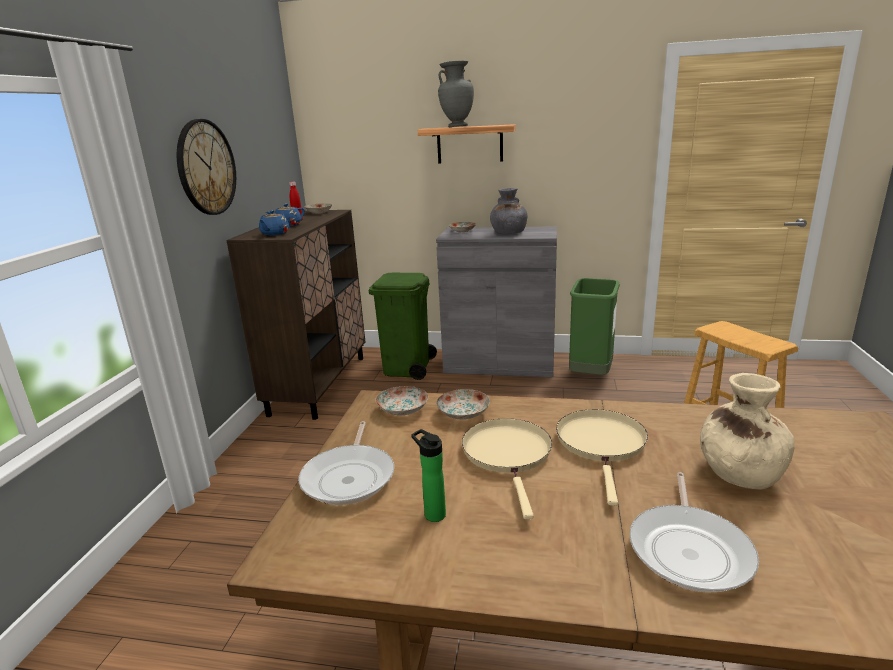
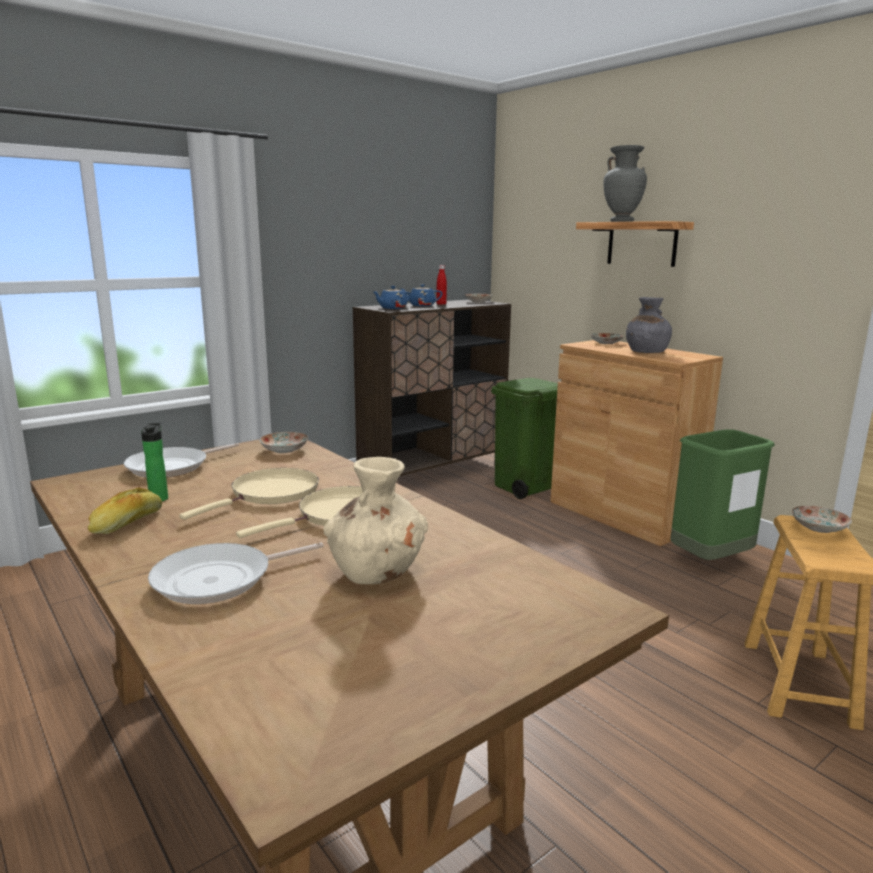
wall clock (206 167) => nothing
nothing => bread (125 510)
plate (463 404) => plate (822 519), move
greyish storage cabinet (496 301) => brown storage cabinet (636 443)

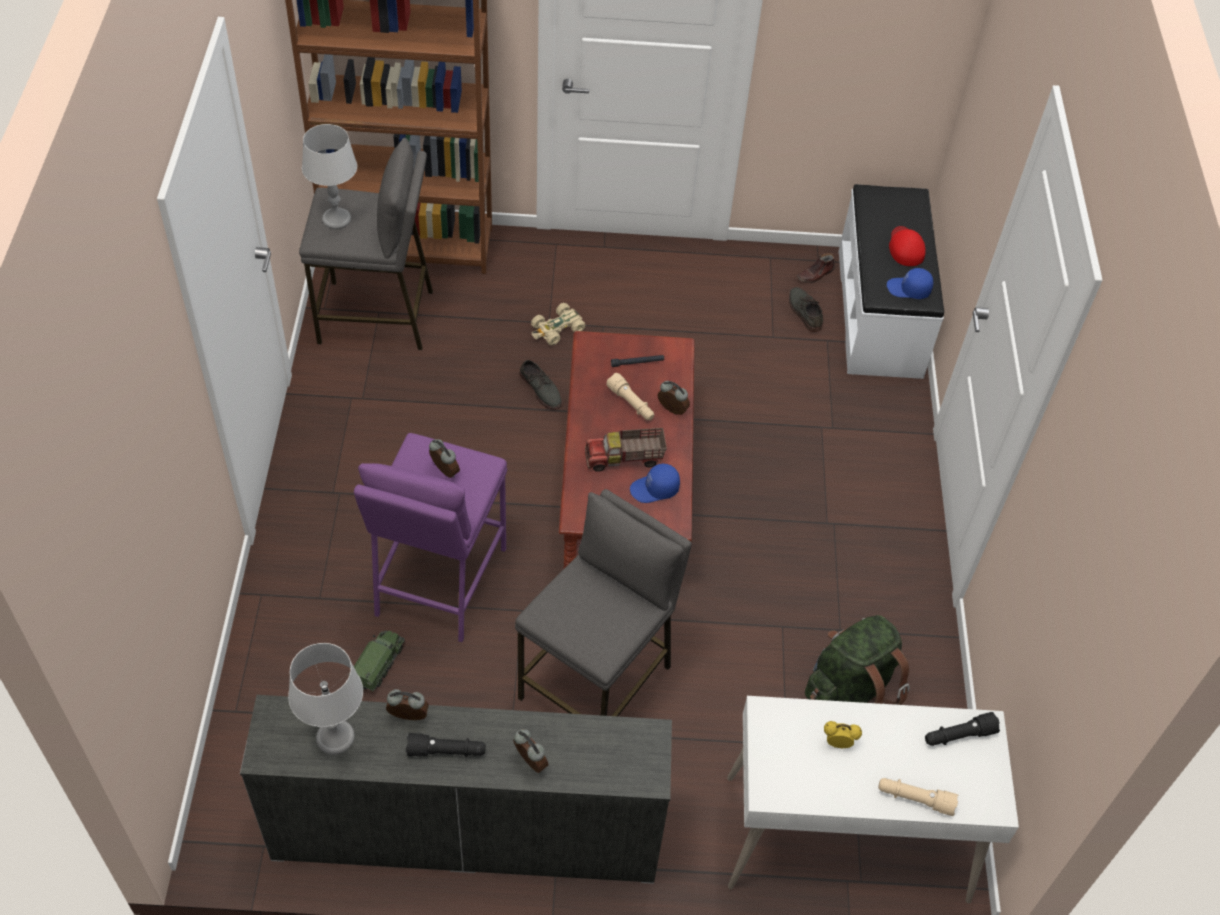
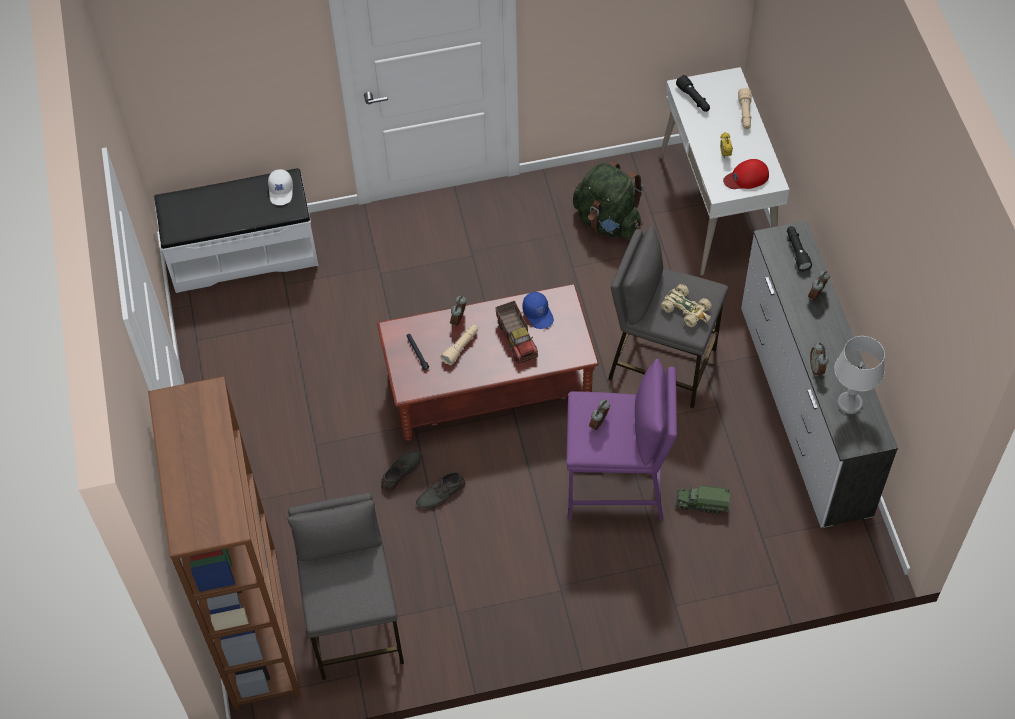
greyish tabletop lamp (329 176) => nothing
brown shoe (816 268) => nothing
blackish torch (446 745) => blackish torch (799 248), move
sand-coloured model car (558 324) => sand-coloured model car (686 305), move
greyish shoe (806 309) => greyish shoe (440 491), move
reddish cap (907 246) => reddish cap (746 174), move
bluish cap (910 283) => white cap (280 187)

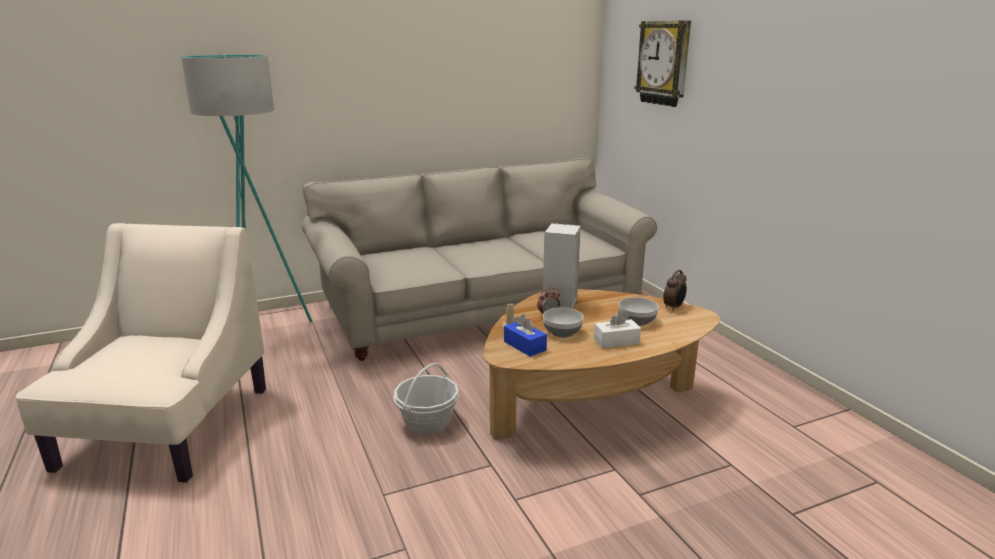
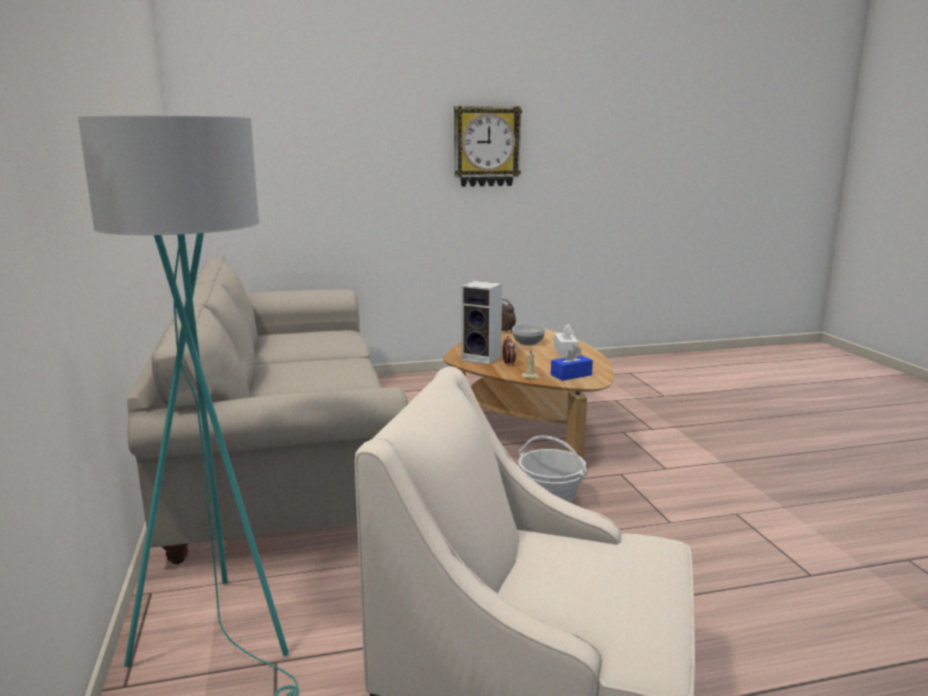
bowl (563 322) => nothing
wall clock (663 64) => wall clock (488 146), move

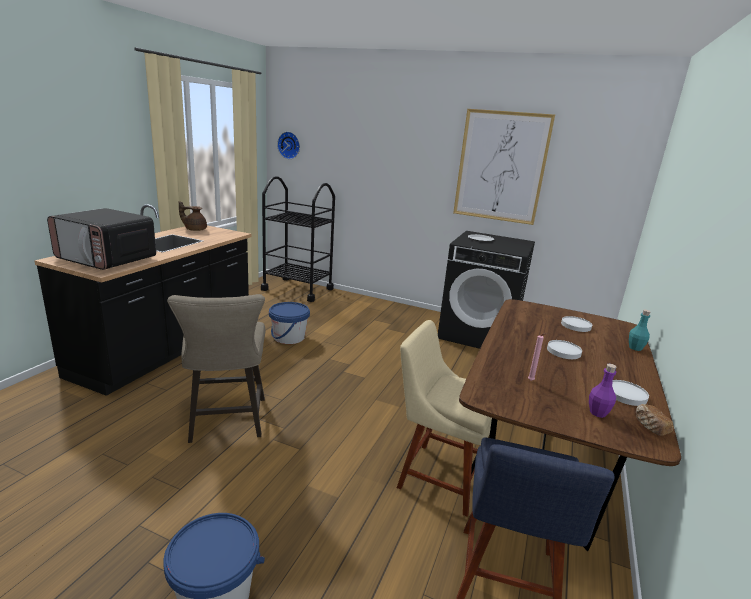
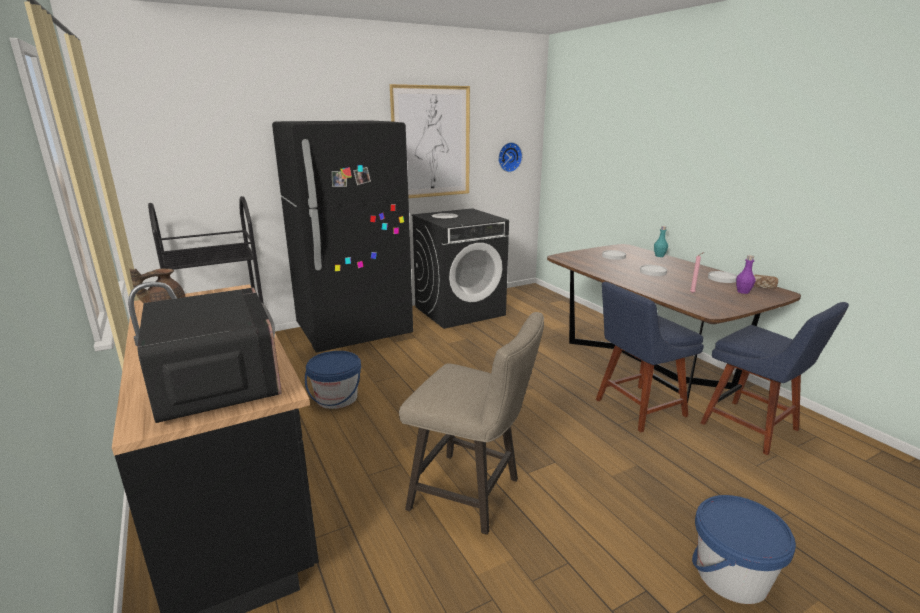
nothing => blackish refrigerator (342 236)
wall clock (288 145) => wall clock (510 157), move
sand-coloured upright chair (444 418) => bluish upright chair (650 357)
microwave oven (101 239) => microwave oven (209 355), 90 degrees counterclockwise

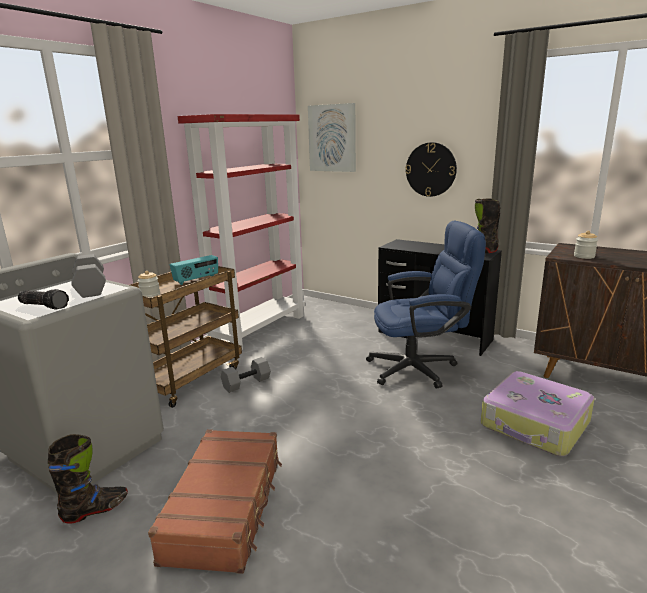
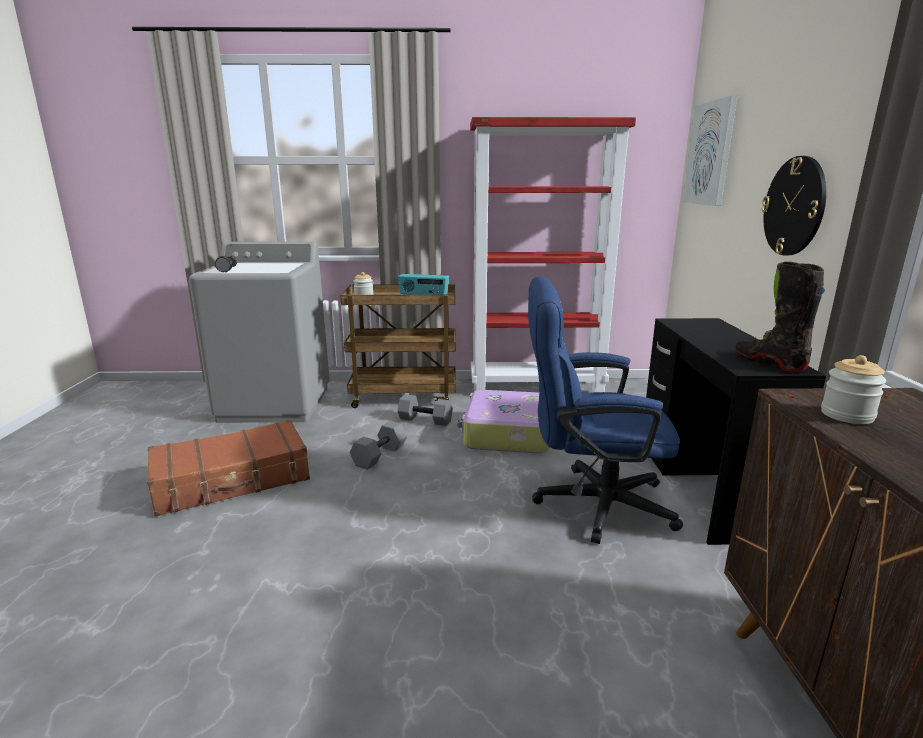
blackish high-top boot (88 479) => nothing
greyish hand weight (89 276) => greyish hand weight (378 445), move
suitcase (538 413) => suitcase (503 422), move
bluish computer chair (426 304) => bluish computer chair (605 410), 135 degrees clockwise

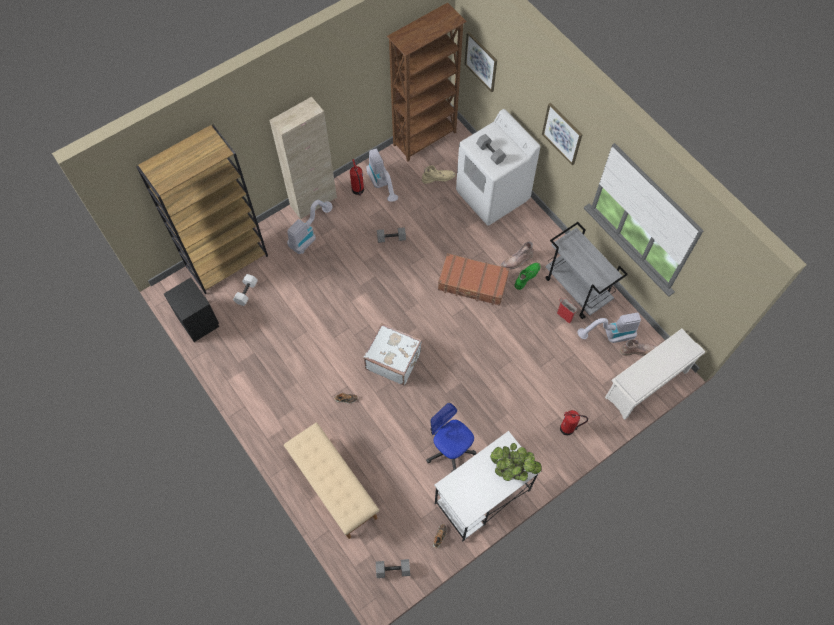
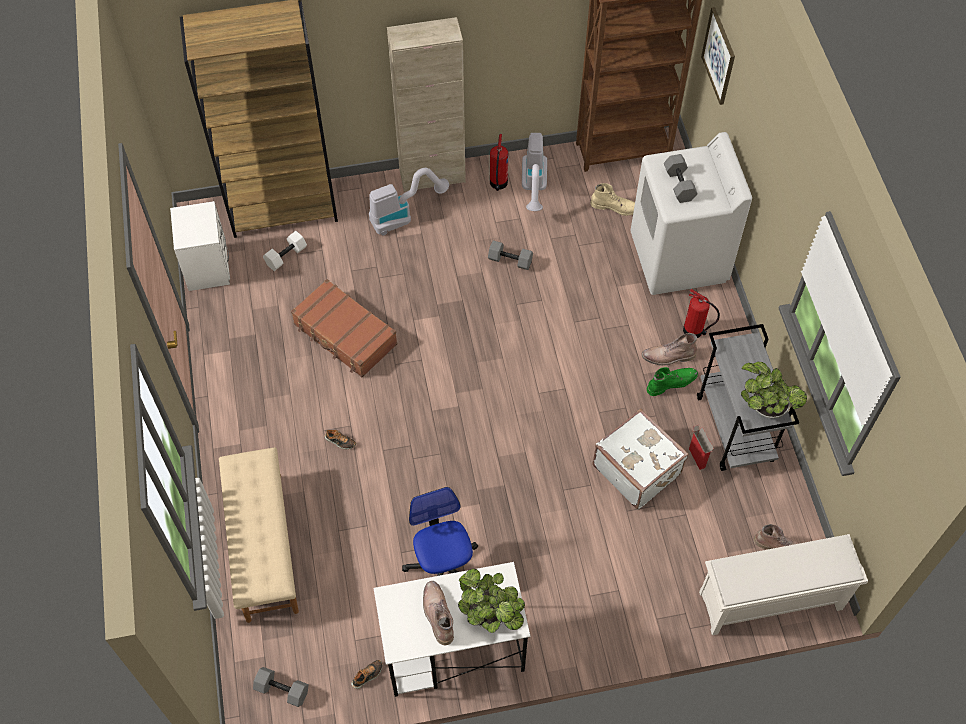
wall art (562 134) => nothing
vacuum (609 328) => nothing
nothing => brown high-top boot (438 613)
nothing => houseplant (774 390)
white suitcase (392 354) => white suitcase (640 459), move
brown suitcase (474 279) => brown suitcase (344 328), move
fire-fighting cylinder (574 423) => fire-fighting cylinder (701 313), move
blackish bedside table (191 310) => white bedside table (200 246)

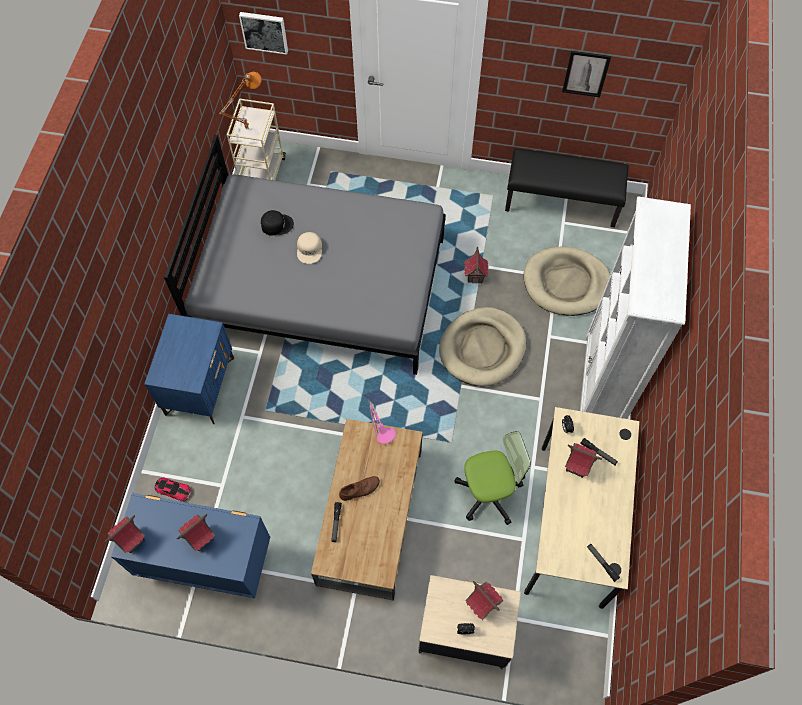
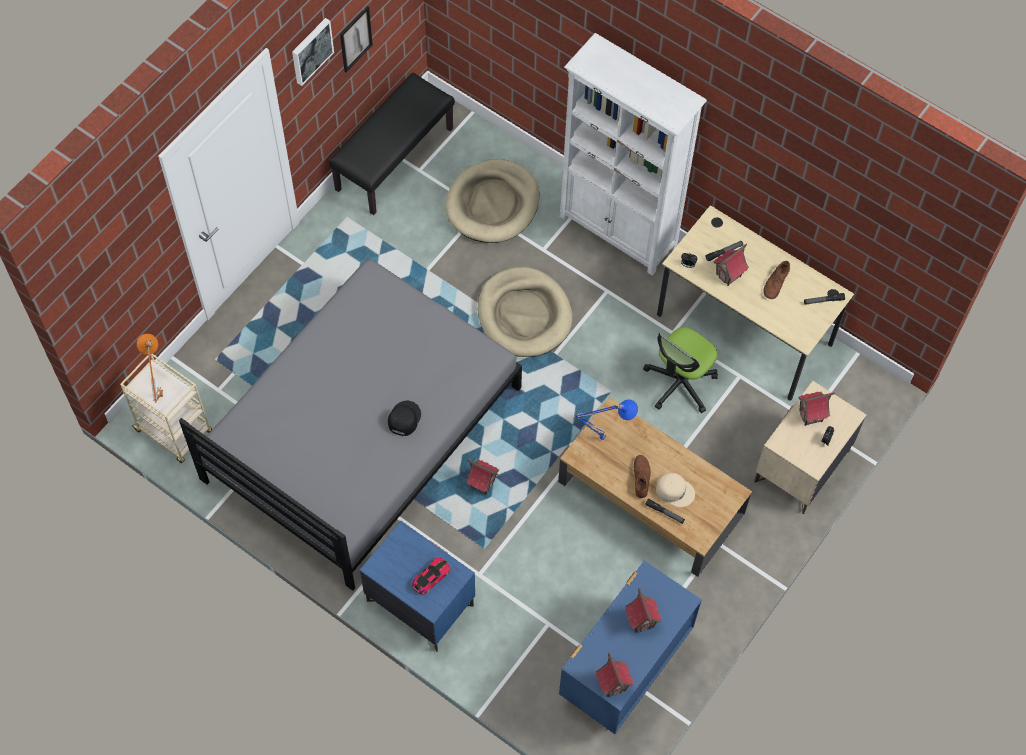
nothing => brown shoe (777 280)
model car (173 490) => model car (431 576), move
wall art (263 33) => wall art (313 52), move
blackish cap (277 222) => blackish cap (404 418), move
sand-coloured cap (309 248) => sand-coloured cap (675 490), move
miniature house (476 265) => miniature house (482 477), move
pink tabletop lamp (382 423) => bluish tabletop lamp (606 419)
computer chair (492 478) => computer chair (680 370), 150 degrees counterclockwise

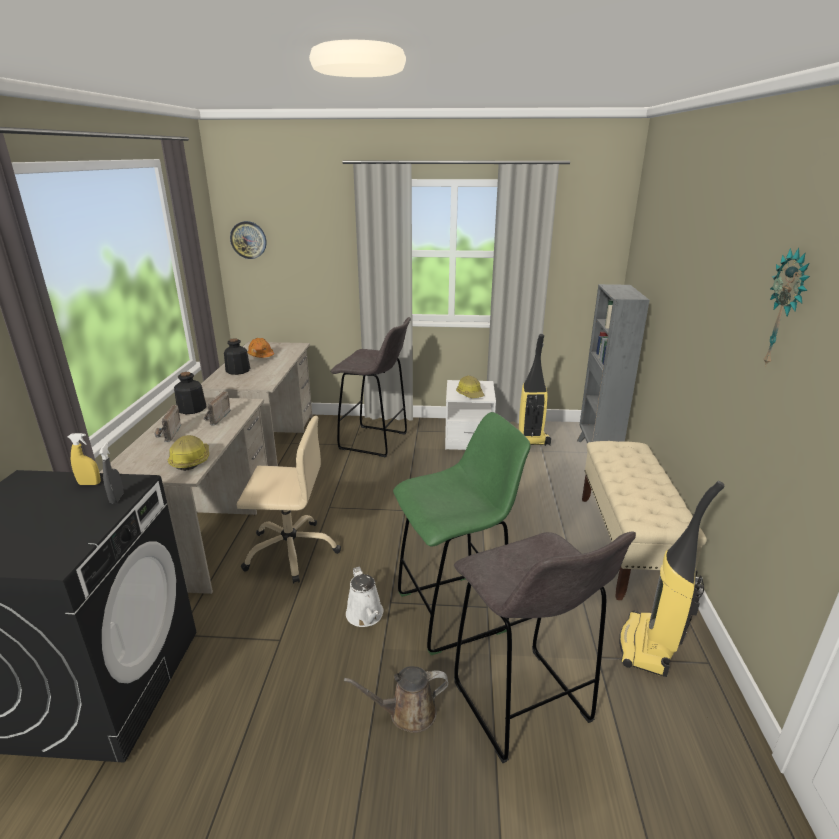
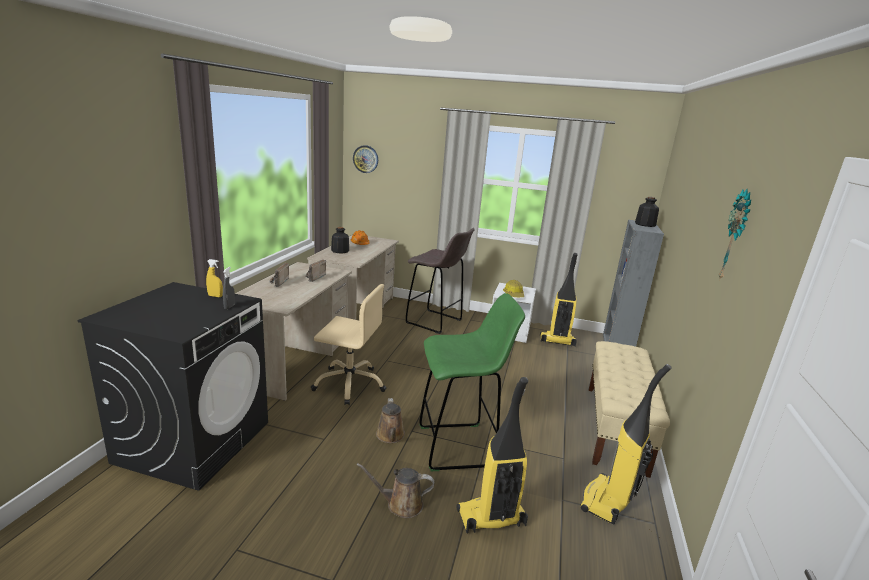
work helmet (188 453) => nothing
drink bottle (190 393) => drink bottle (647 212), move
greyish stool (545 647) => vacuum (492 455)
white watering pot (364 597) => brown watering pot (390 420)

